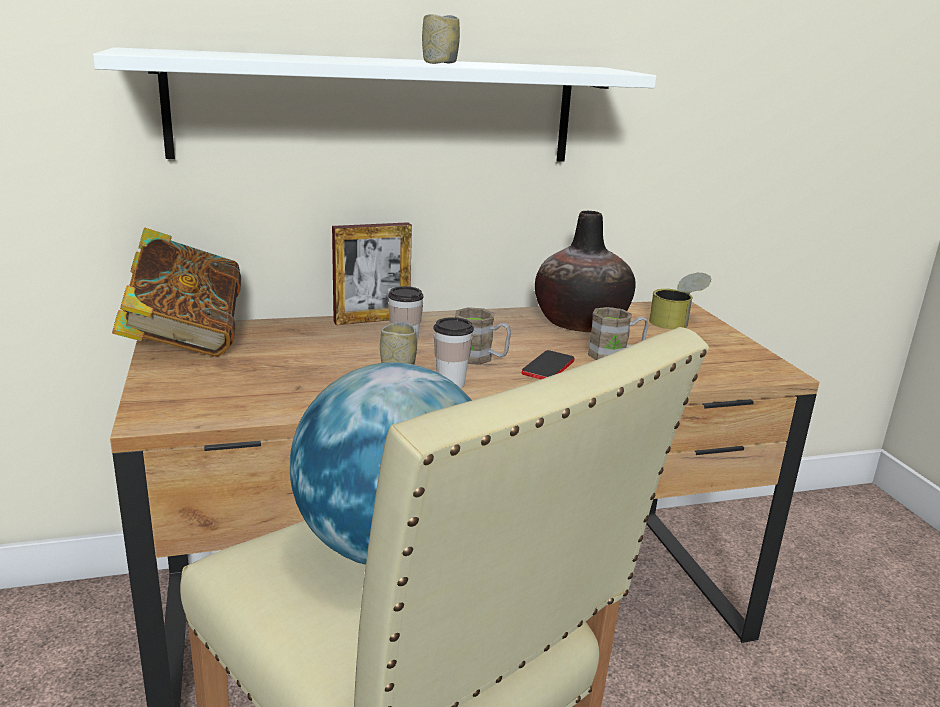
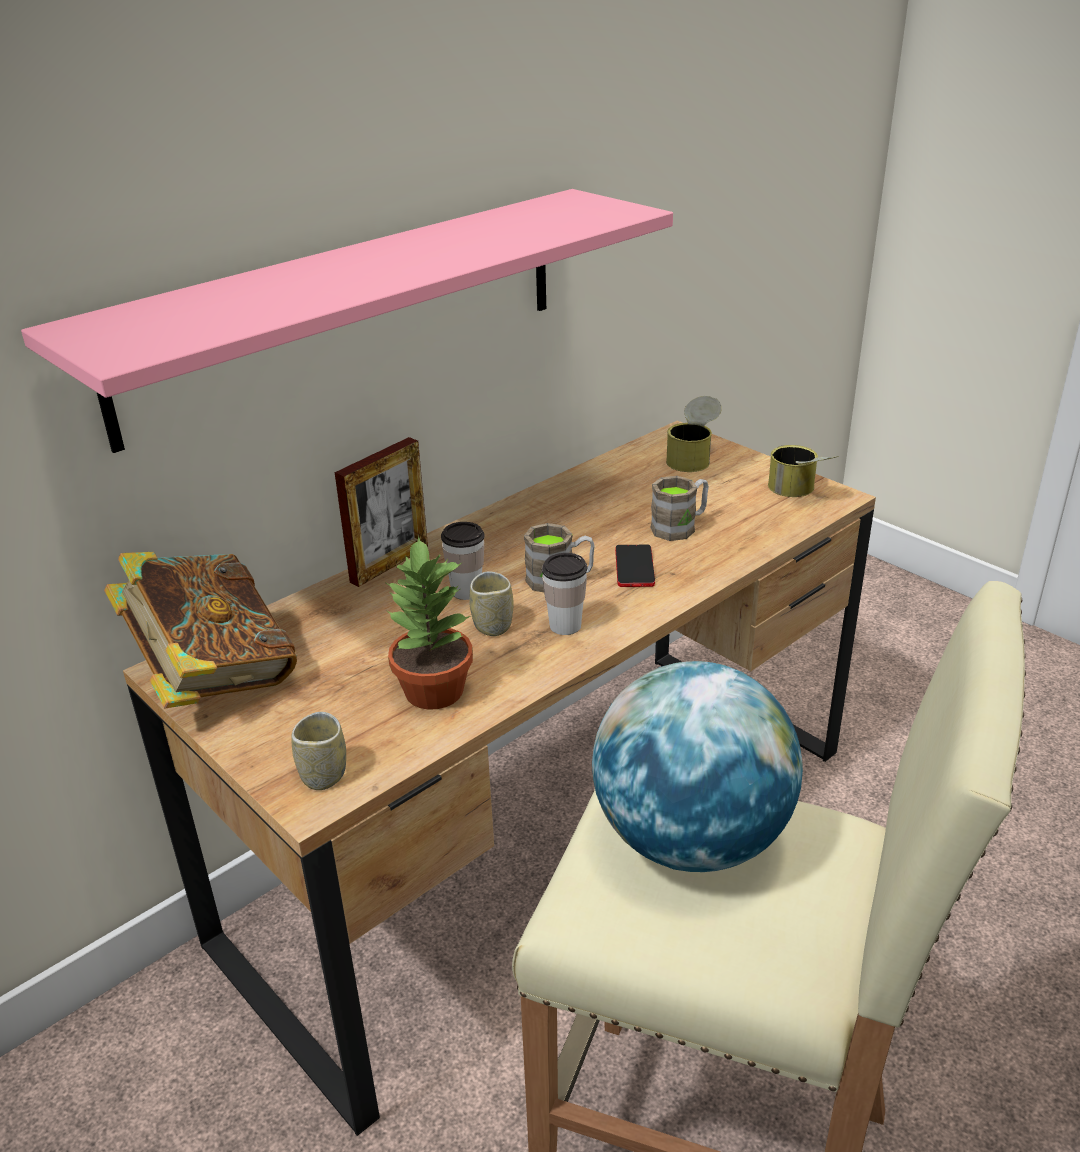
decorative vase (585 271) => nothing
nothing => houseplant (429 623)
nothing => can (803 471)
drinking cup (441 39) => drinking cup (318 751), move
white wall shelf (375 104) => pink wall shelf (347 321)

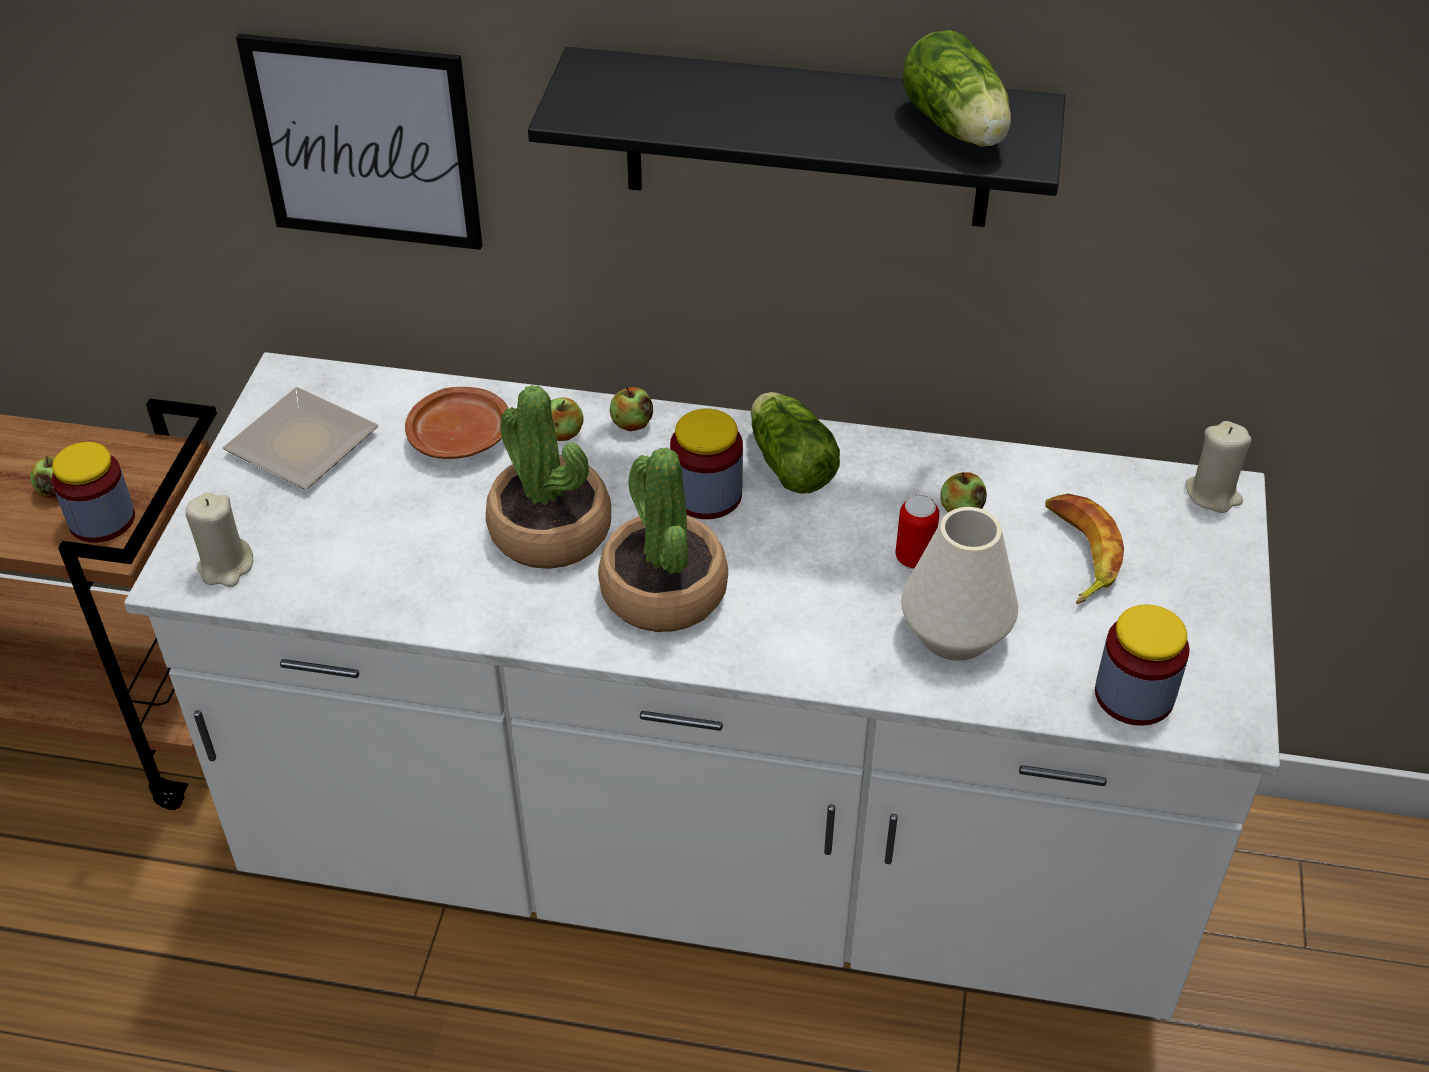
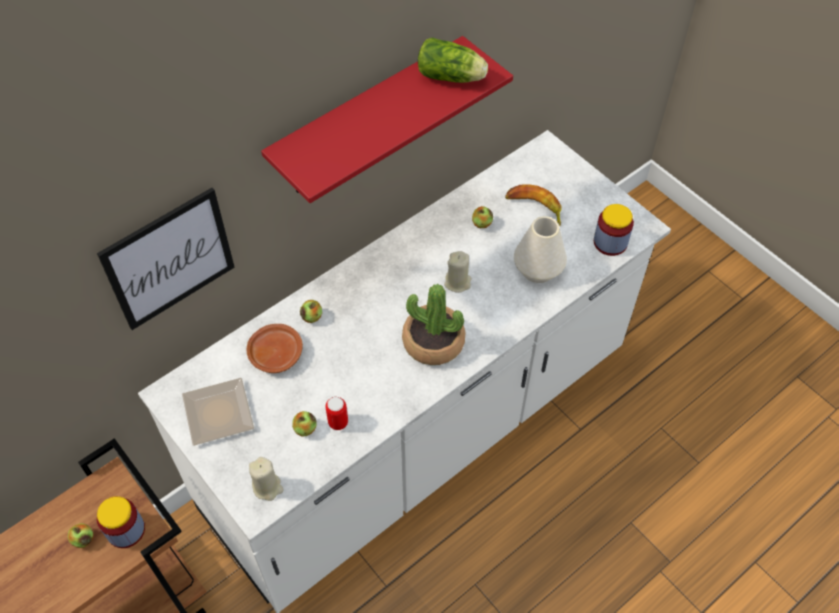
houseplant (548 477) => nothing
storage jar (706 464) => nothing
lettuce (795 443) => nothing
apple (631 409) => apple (304 423), move
can (917 532) => can (336 413), move
sand-coloured candle (1218 467) => sand-coloured candle (458 272), move
blackish wall shelf (796 137) => reddish wall shelf (387 119)

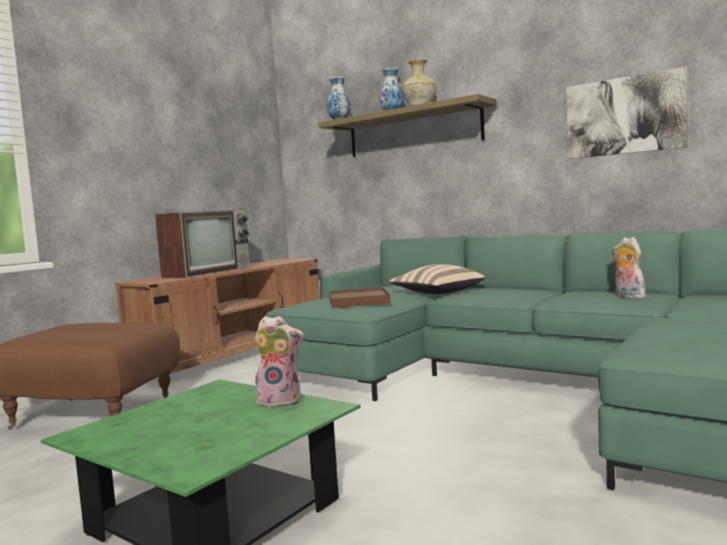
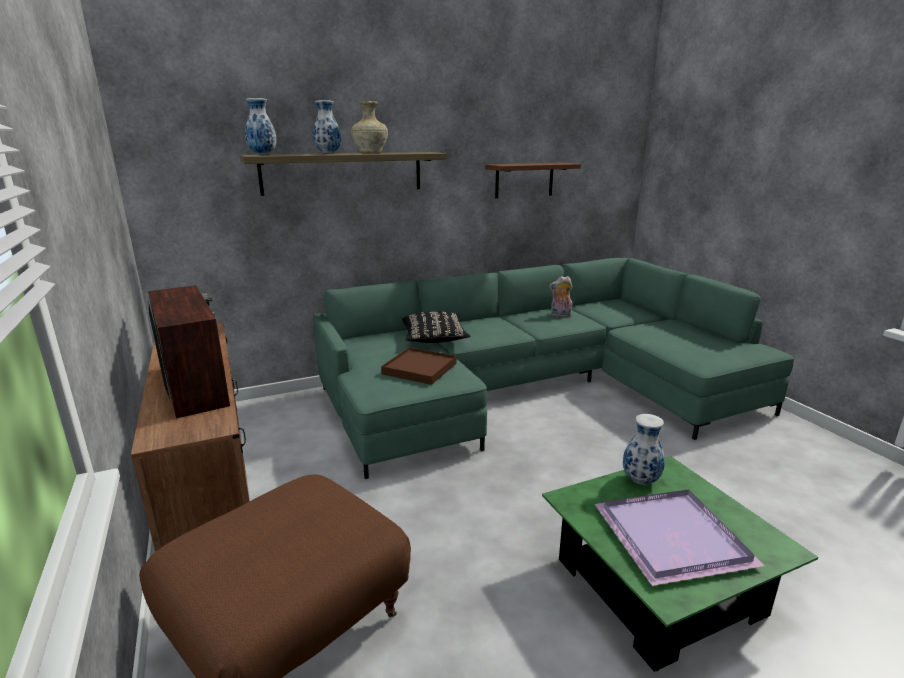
nothing => purple-coloured tray (680 537)
cuddly toy (279 362) => decorative vase (644 449)
wall art (627 113) => brown wall shelf (533 180)
sand-coloured cushion (437 279) => blackish cushion (436 327)

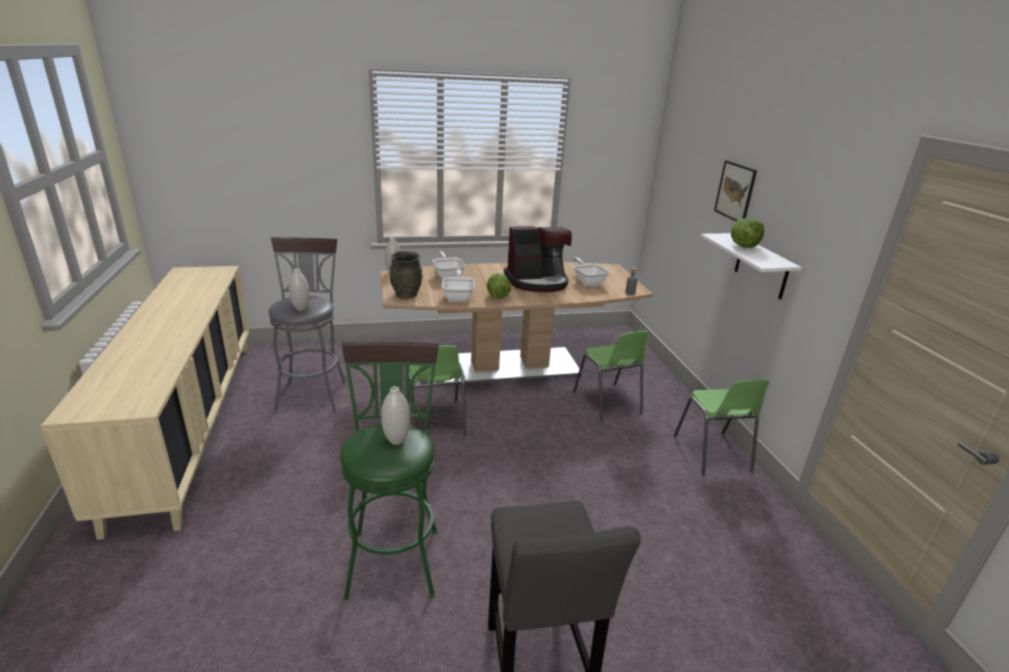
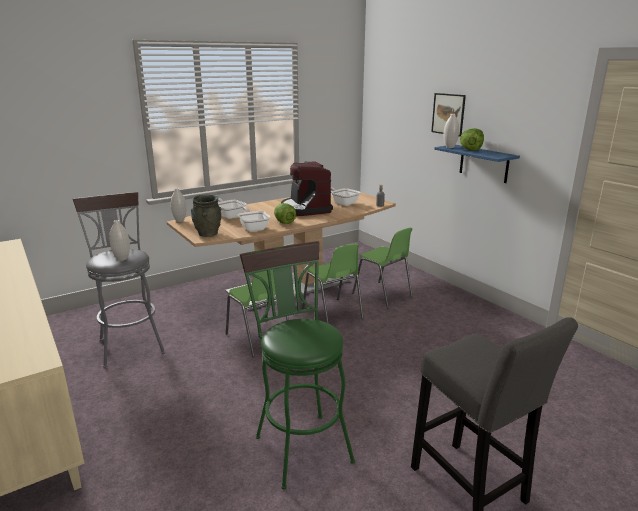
white decorative vase (395 415) => white decorative vase (451 131), move
green upright chair (722 427) => green upright chair (333 284), move
white wall shelf (751 266) => bluish wall shelf (477 164)
coffee machine (538 259) => coffee machine (307 188), 105 degrees clockwise

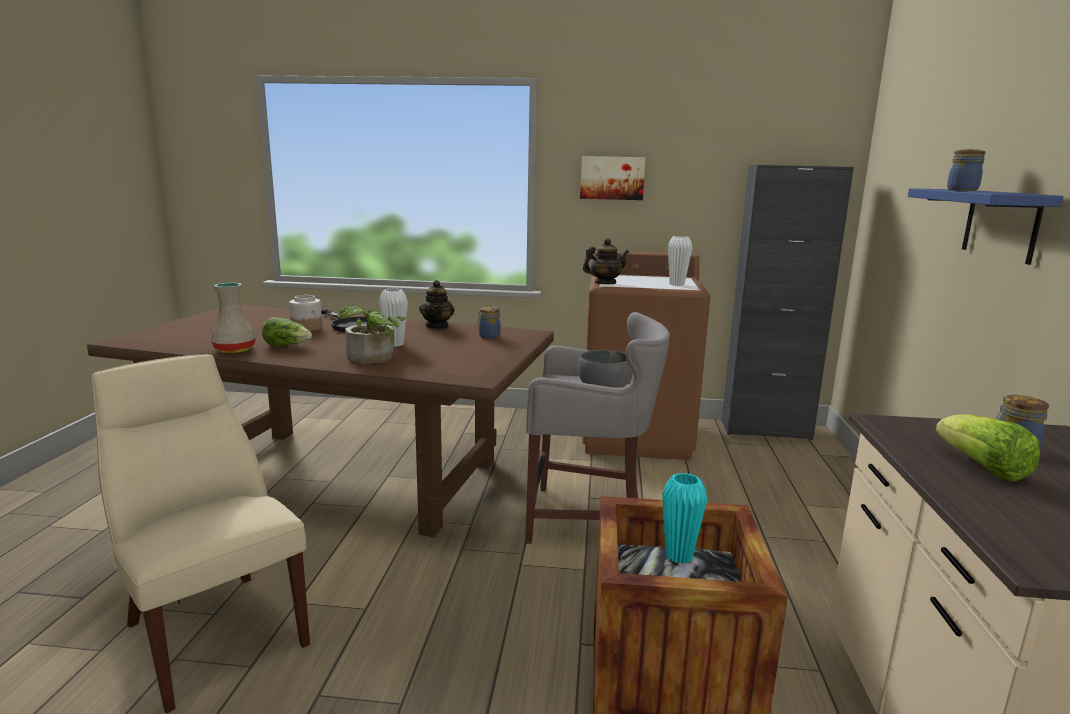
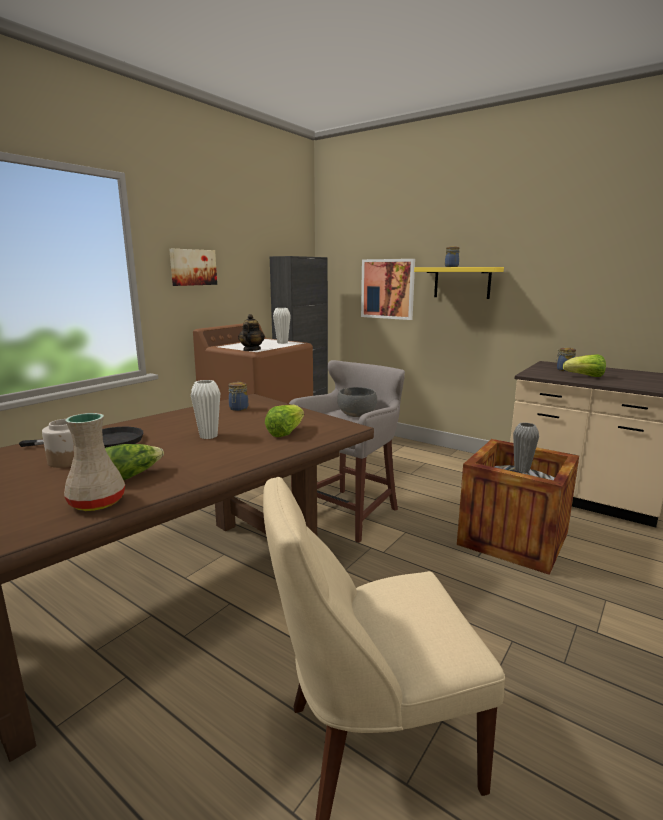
houseplant (372 335) => nothing
pot for tea (436 304) => nothing
nothing => lettuce (284 421)
nothing => wall art (388 289)
turquoise-coloured decorative vase (684 518) => greyish decorative vase (526 447)
bluish wall shelf (985 226) => yellow wall shelf (459 283)

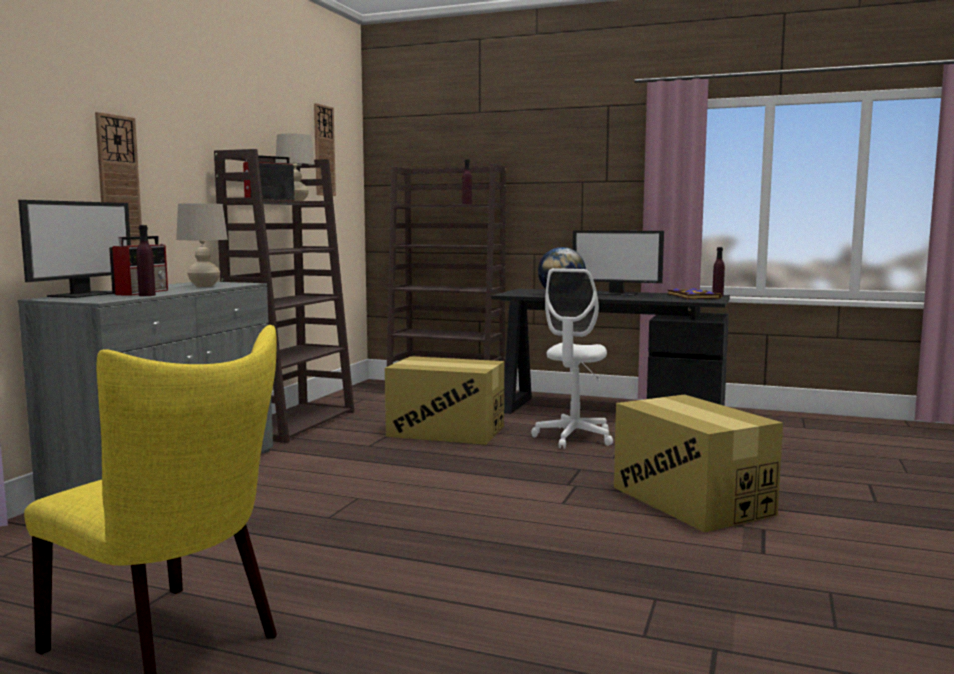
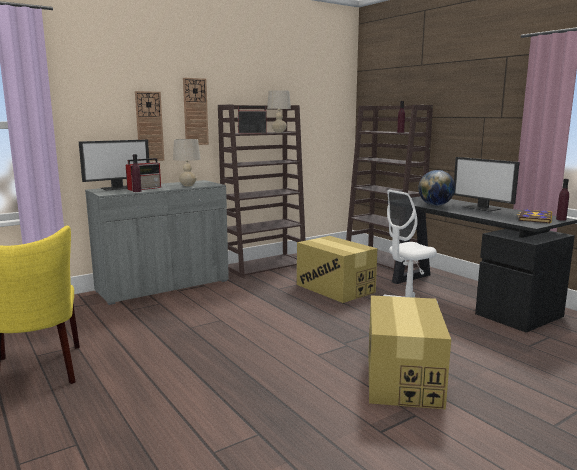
wall clock (325 149) => wall clock (196 111), move

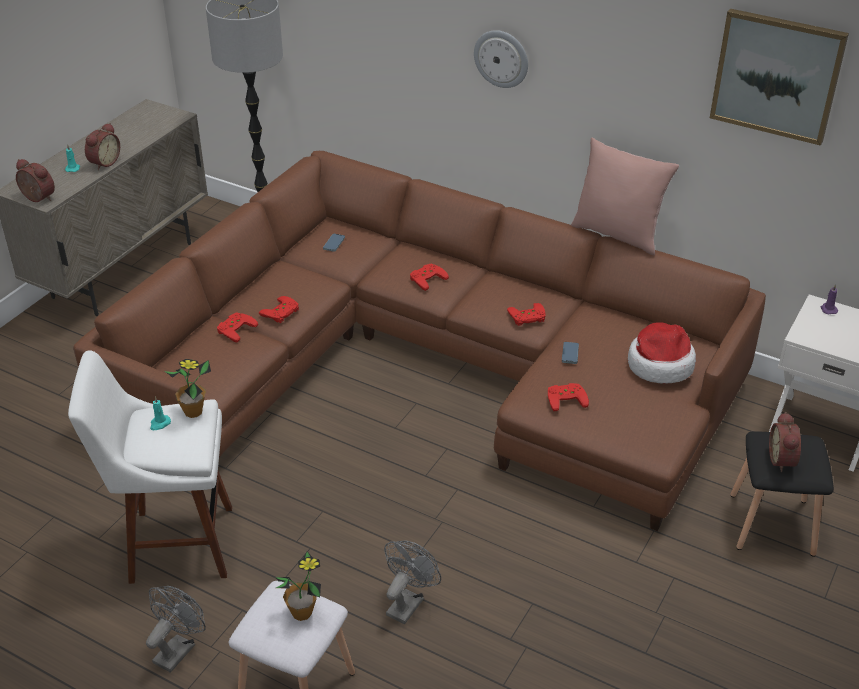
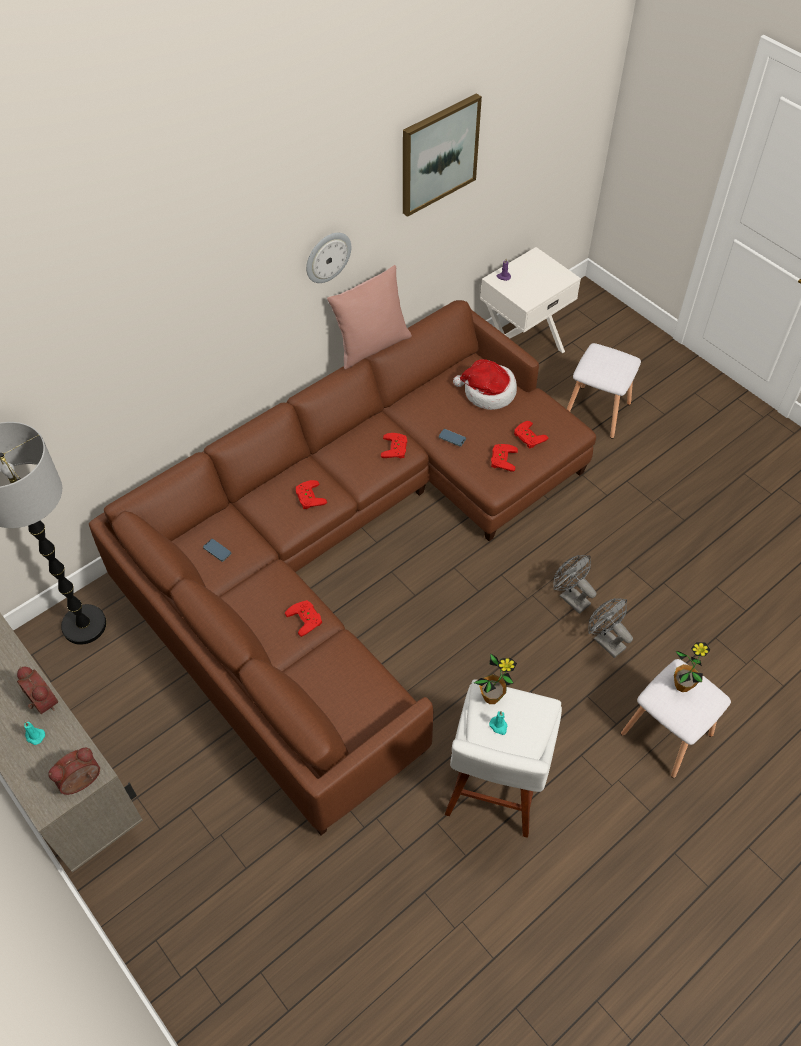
alarm clock (785 442) => nothing
greyish cooling fan (176 629) => greyish cooling fan (574 584), move
reddish game controller (237 327) => reddish game controller (531 435), move
wall clock (501 59) => wall clock (328 258), move
blackish stool (782 494) => white stool (604 391)

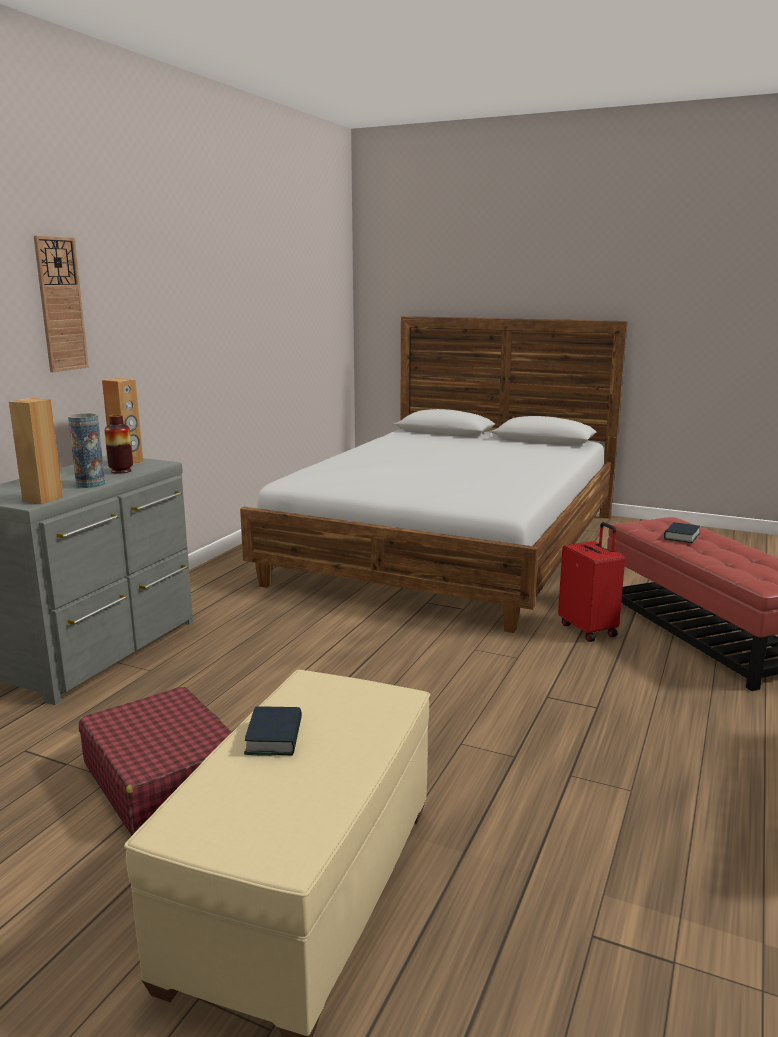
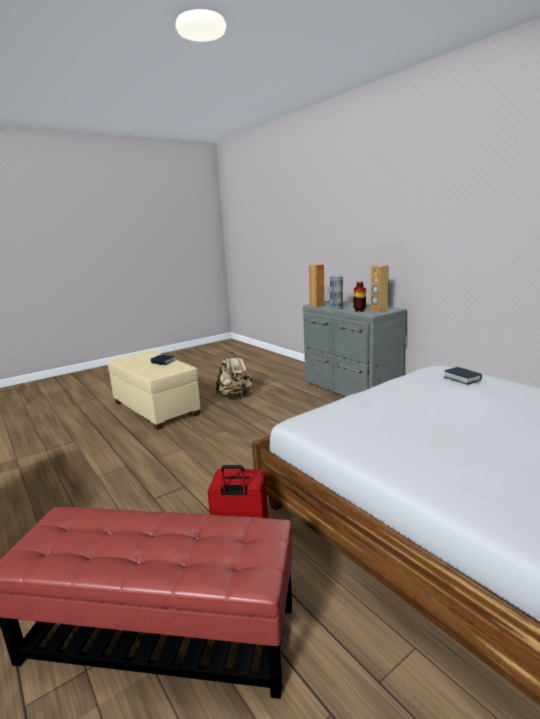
wall clock (61 304) => nothing
book (682 532) => book (463 376), move
reddish suitcase (155 760) => sand-coloured knapsack (233 374)

